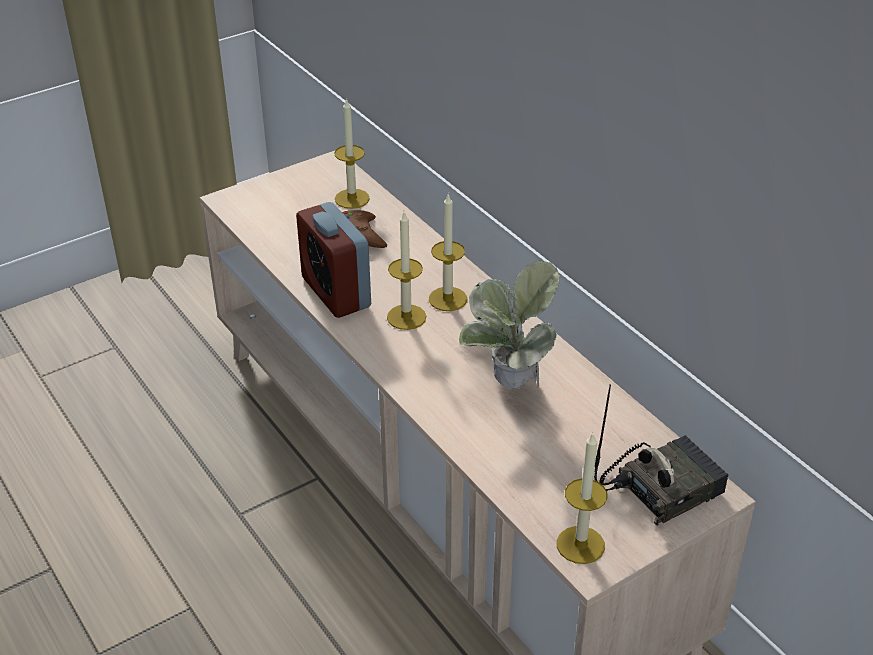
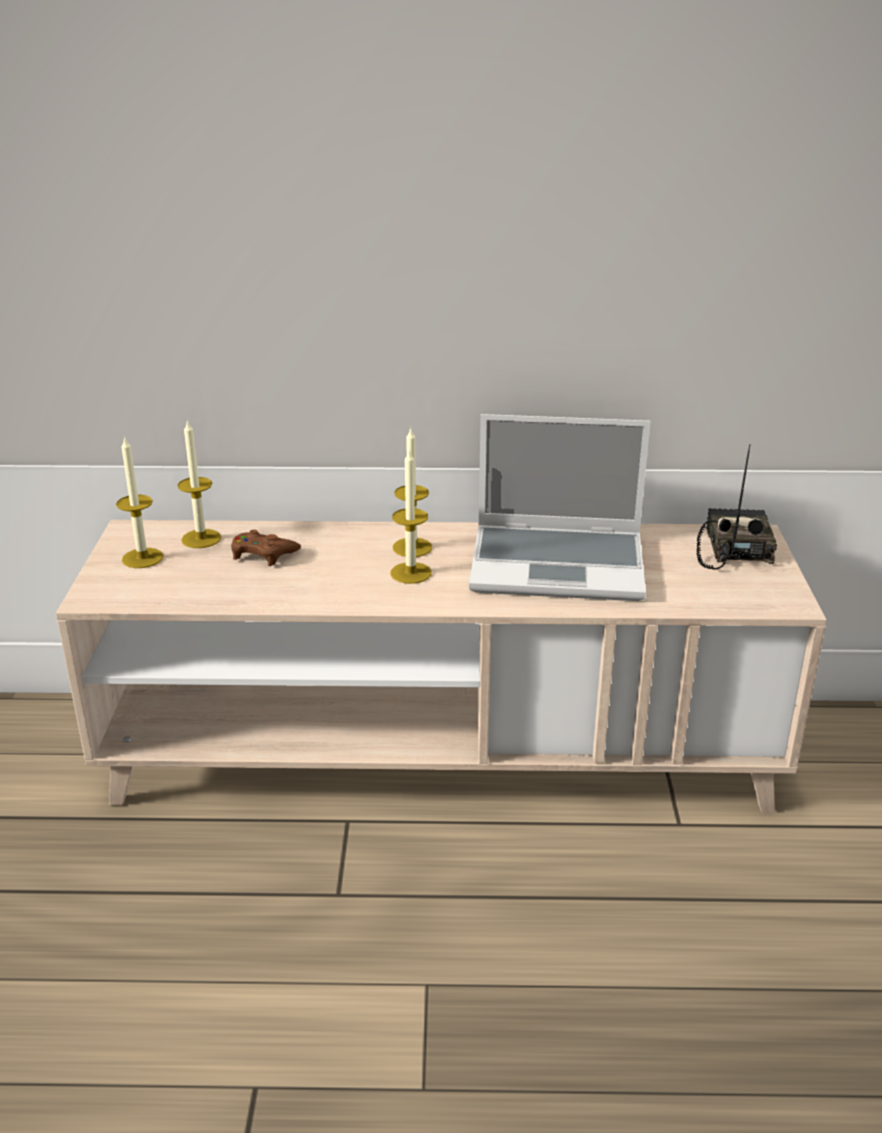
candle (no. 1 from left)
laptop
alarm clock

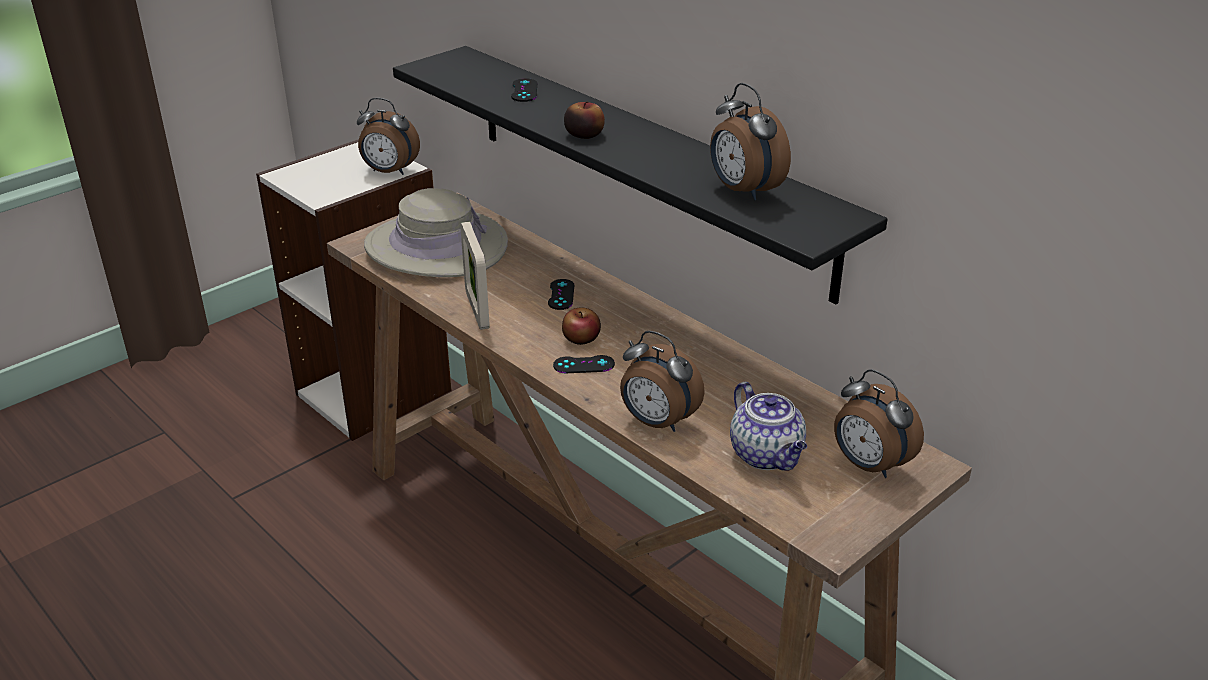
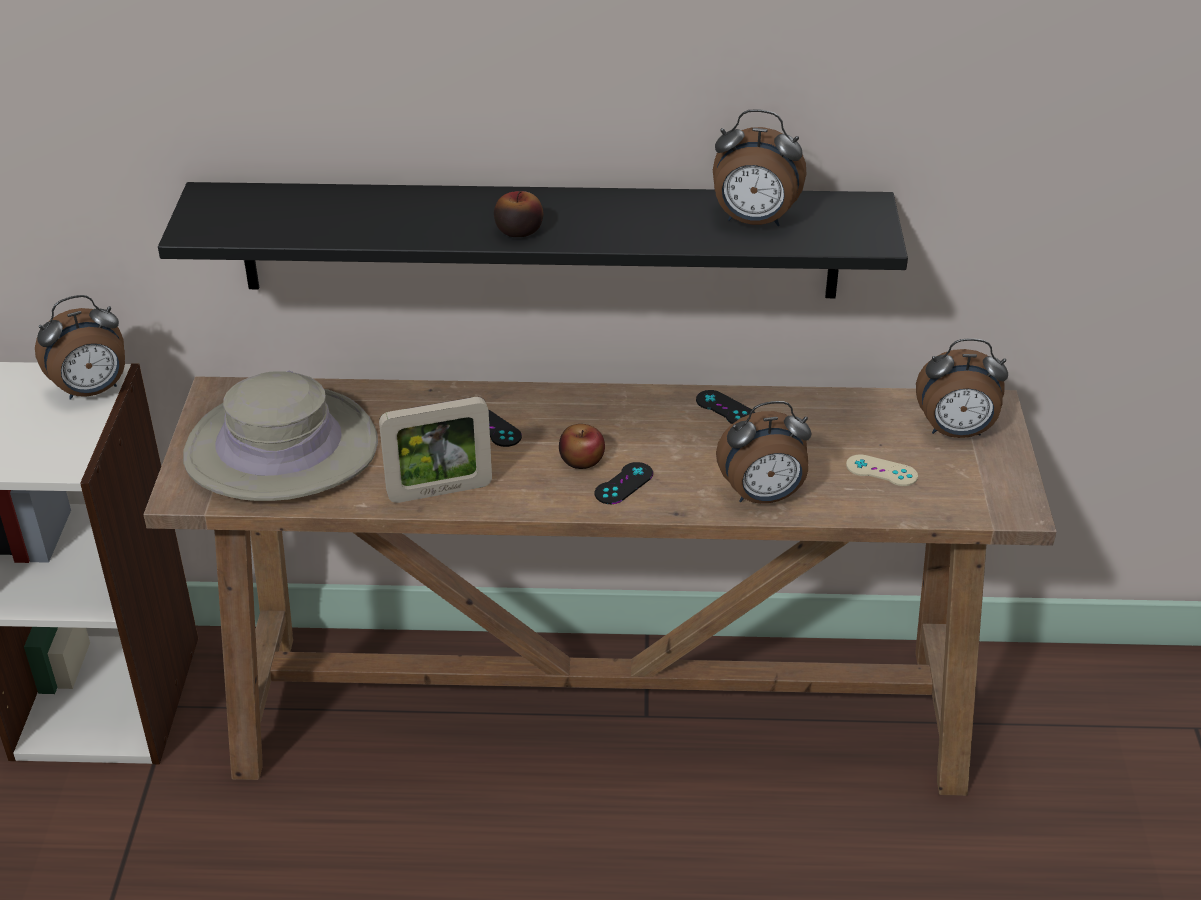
picture frame
black game controller (no. 3 from left)
beige game controller

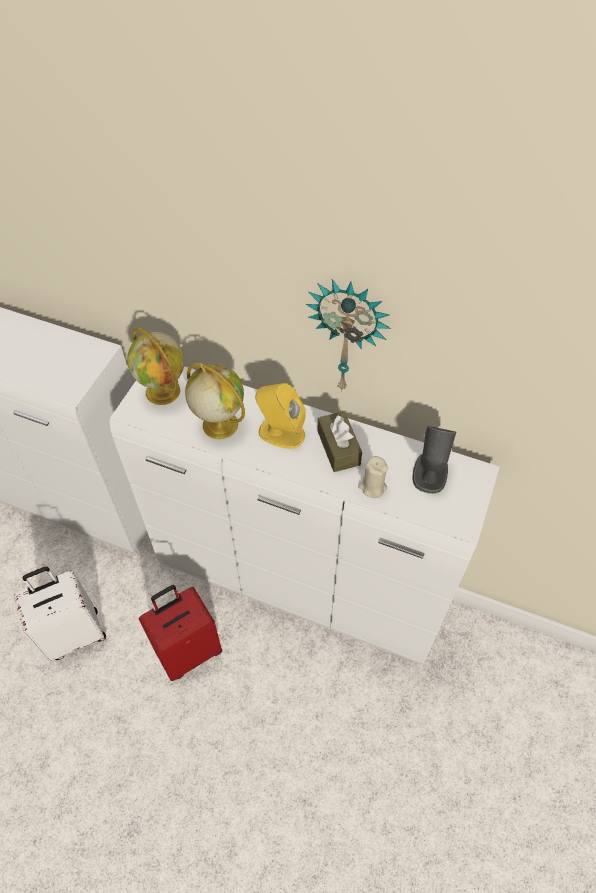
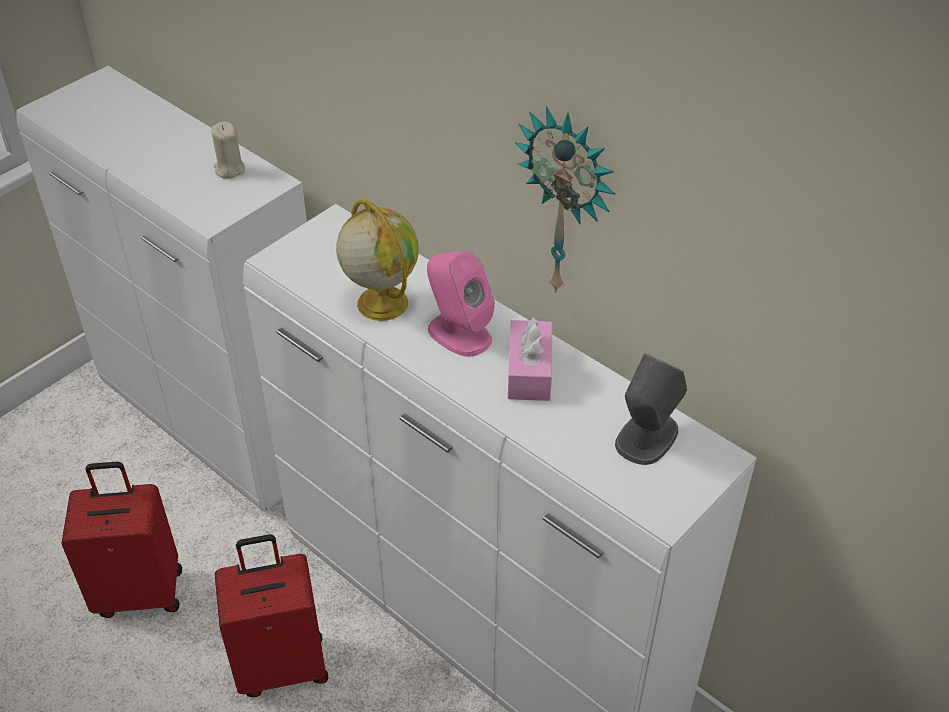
red suitcase (no. 1 from left)
beige candle
pink speaker
pink tissue box
globe (no. 1 from left in the first image)

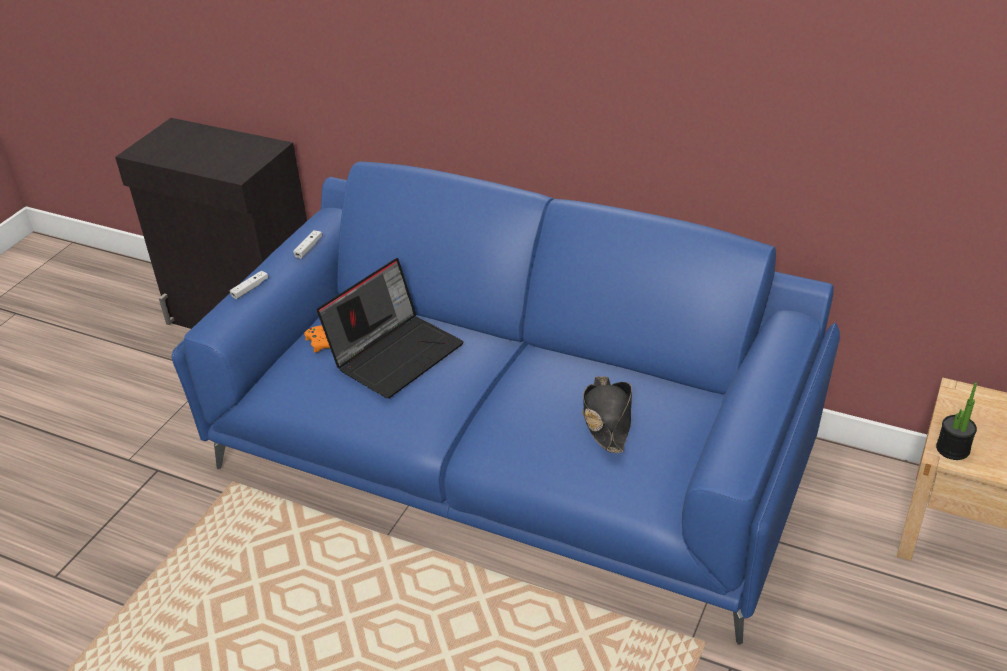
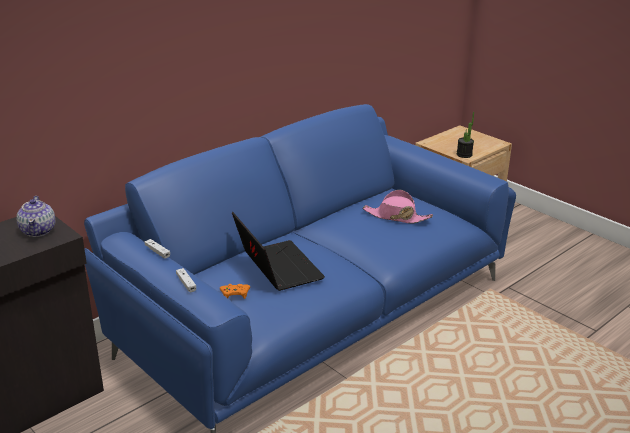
teapot
pink hat

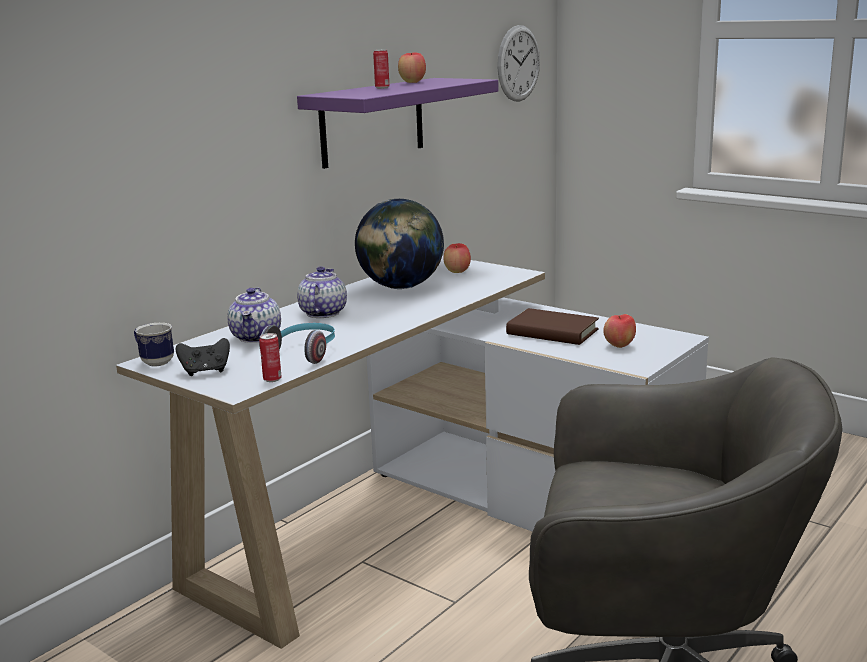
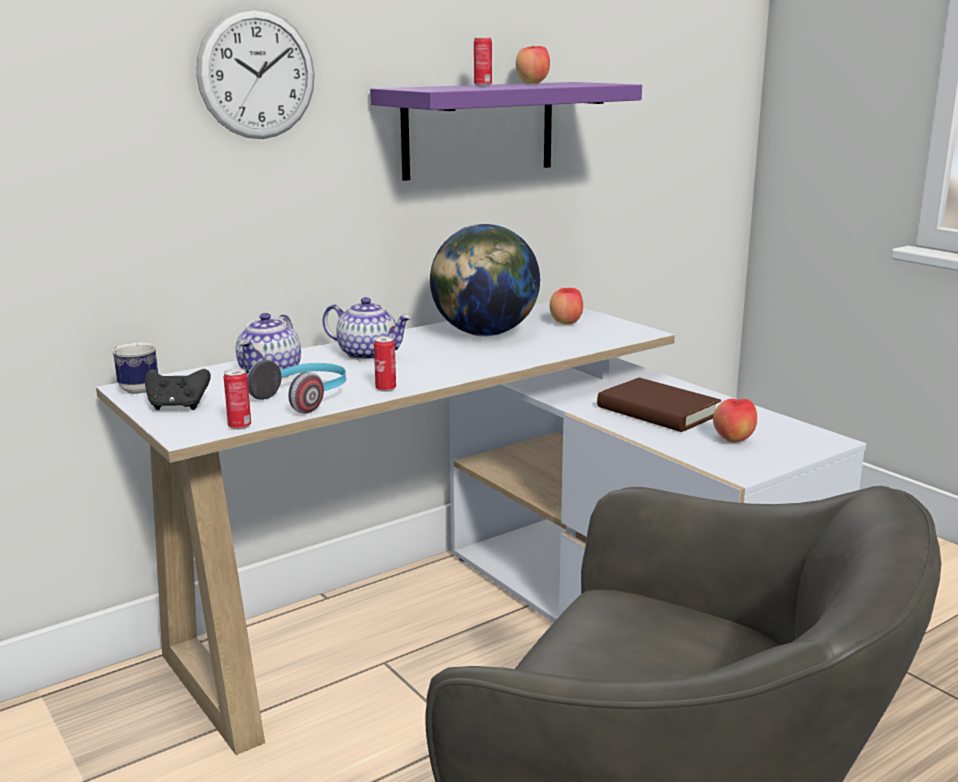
wall clock
teapot (no. 2 from left)
can (no. 2 from left)

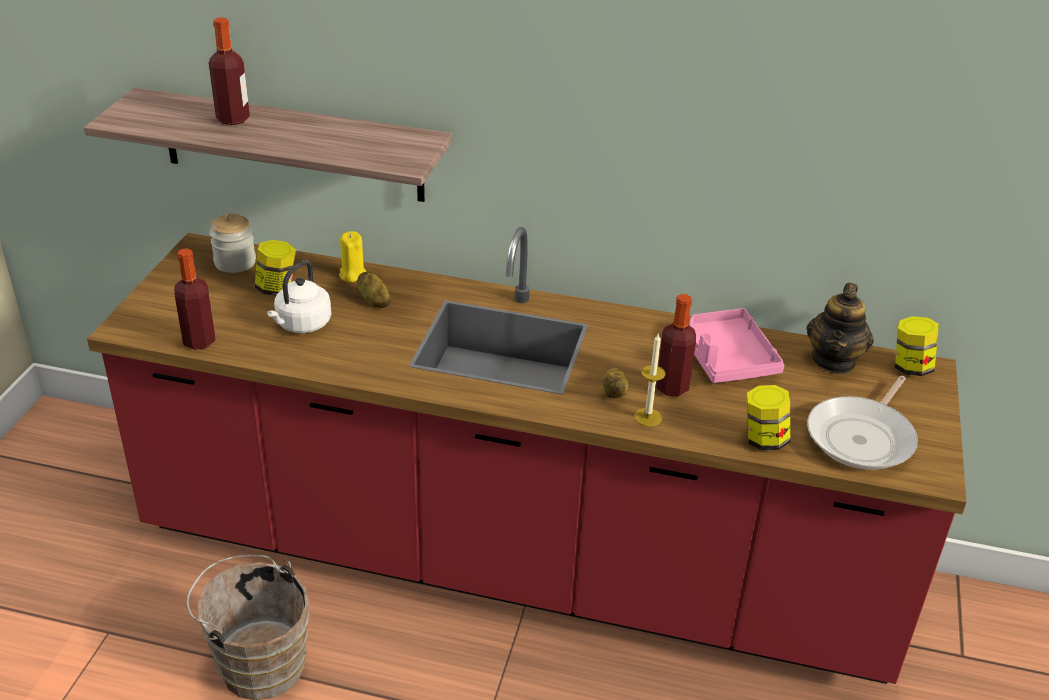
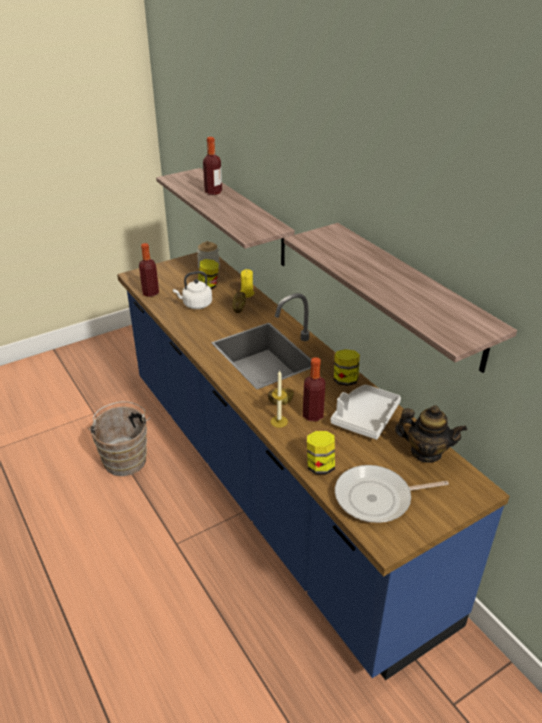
blue counter
shelf (no. 2 from left)
white tray
jar (no. 4 from left)
teapot

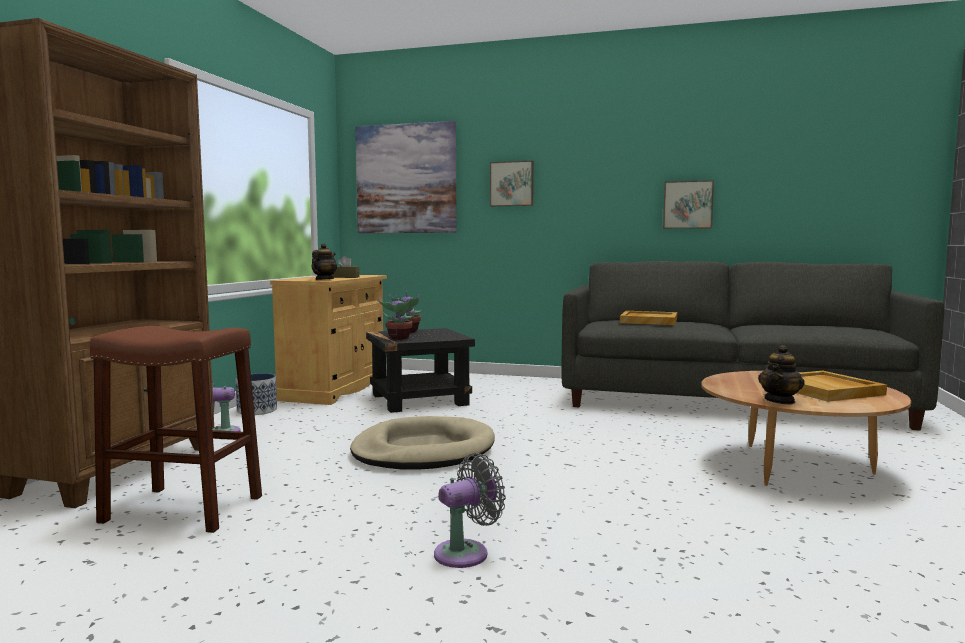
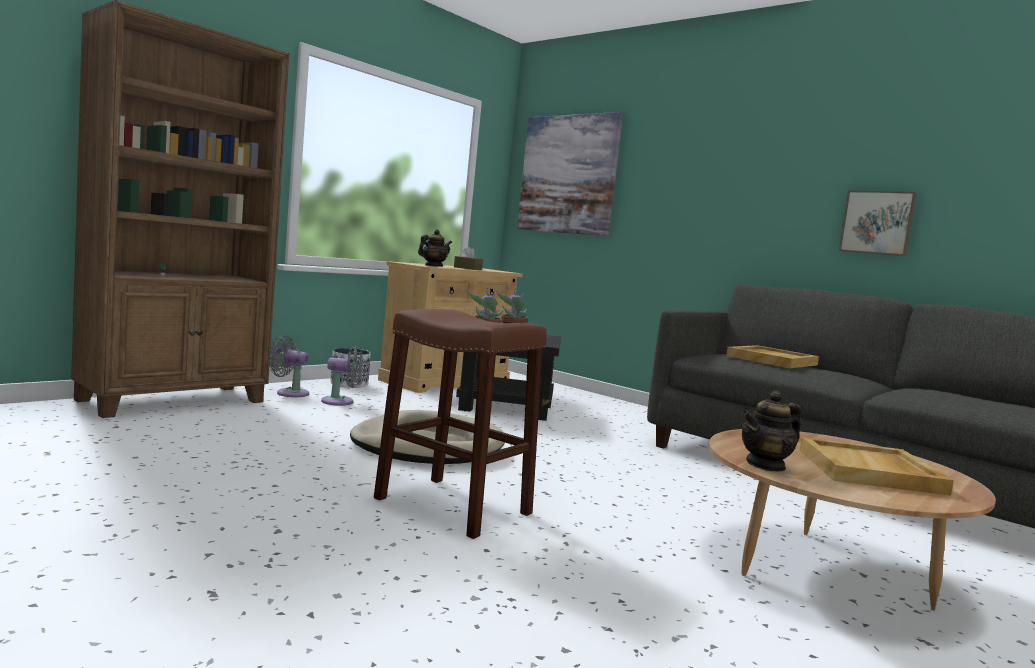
grey fan (no. 2 from left)
brown stool
picture (no. 2 from left in the first image)

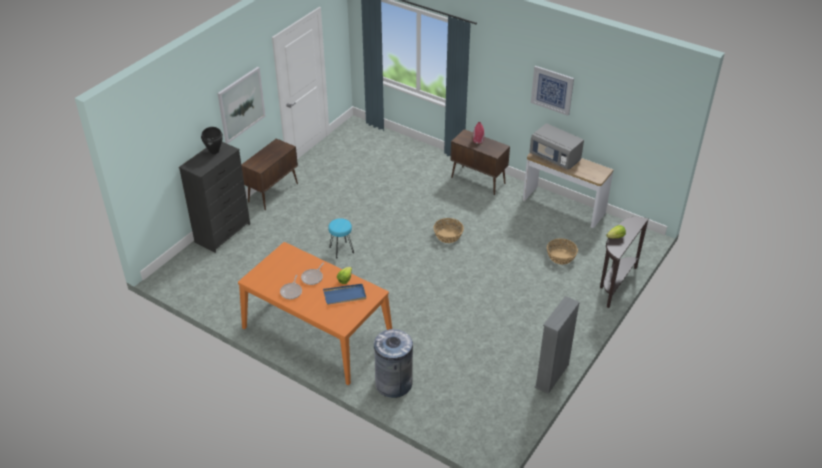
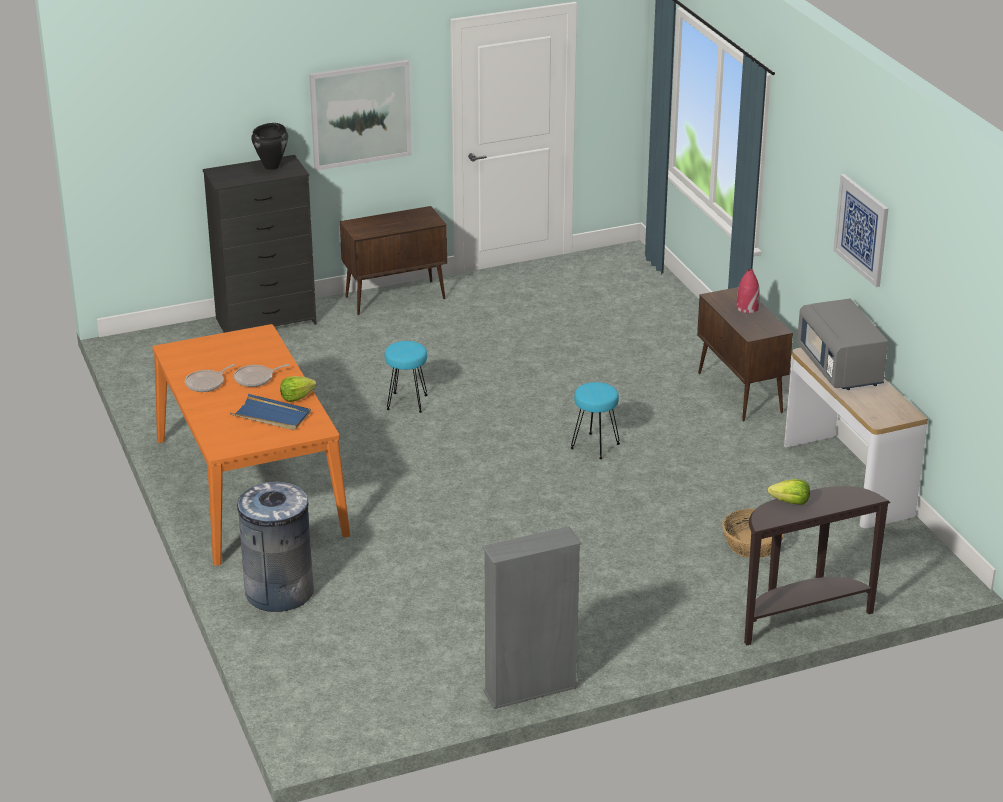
turquoise stool (no. 2 from left)

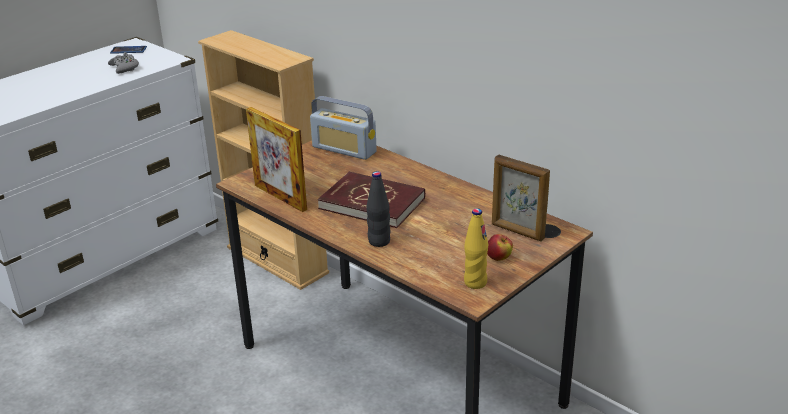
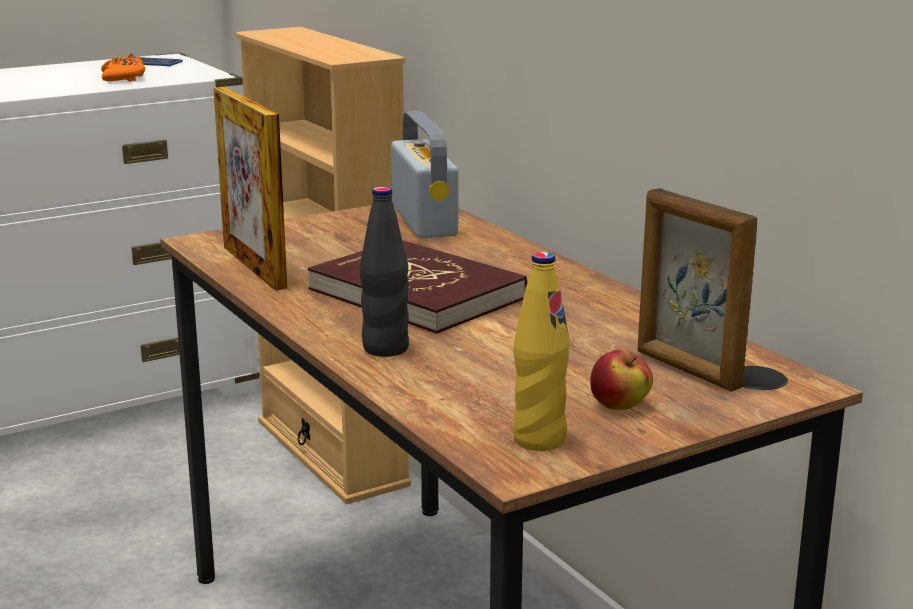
orange game controller
radio

